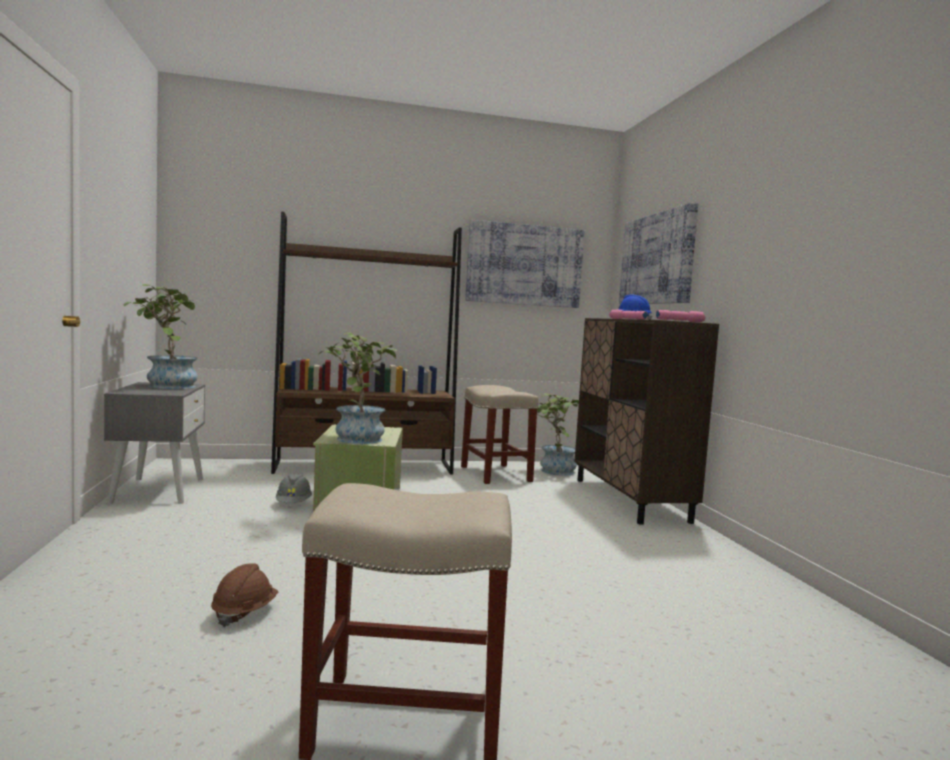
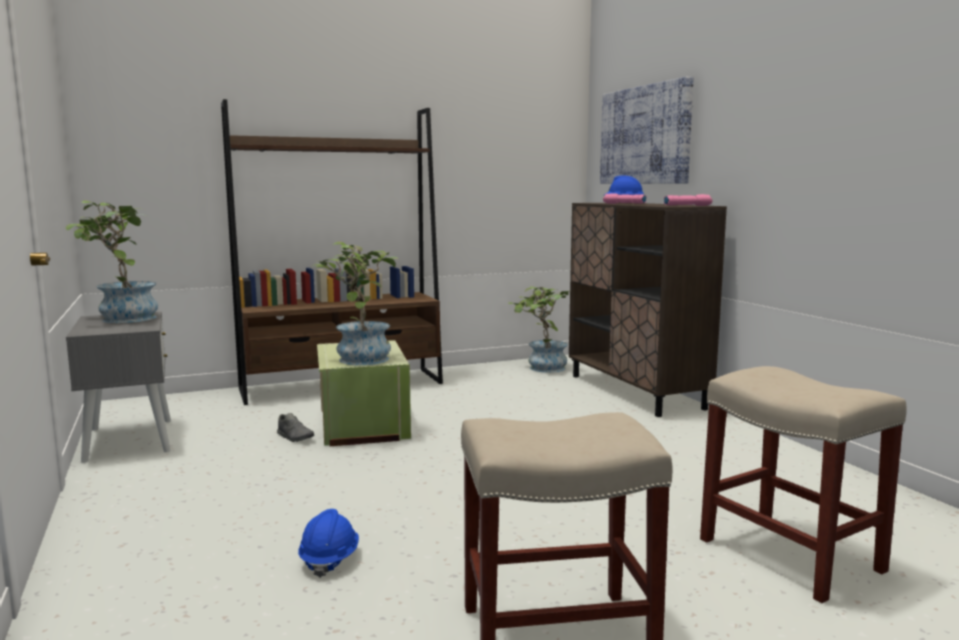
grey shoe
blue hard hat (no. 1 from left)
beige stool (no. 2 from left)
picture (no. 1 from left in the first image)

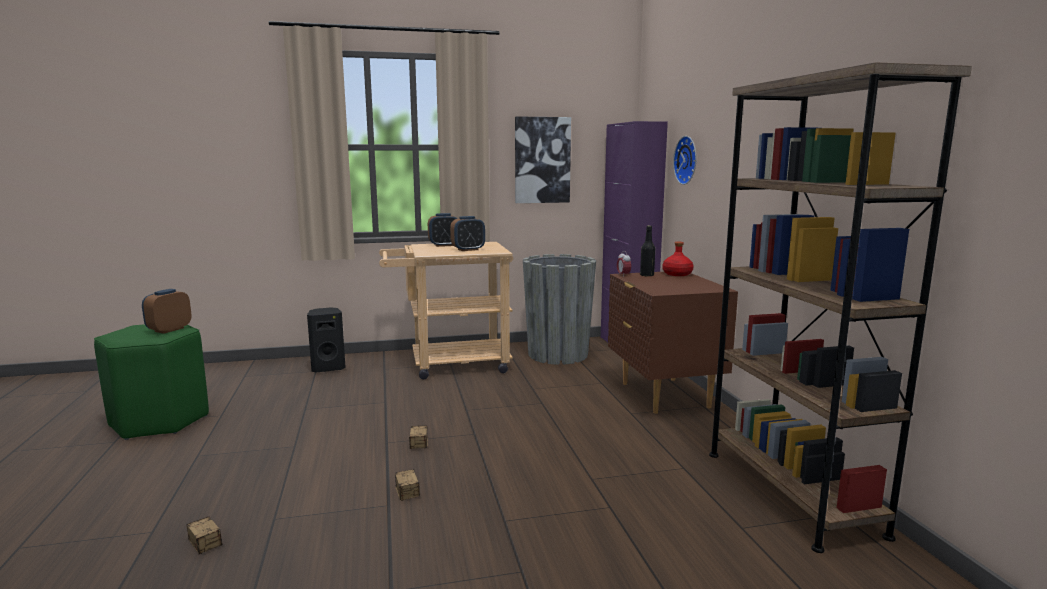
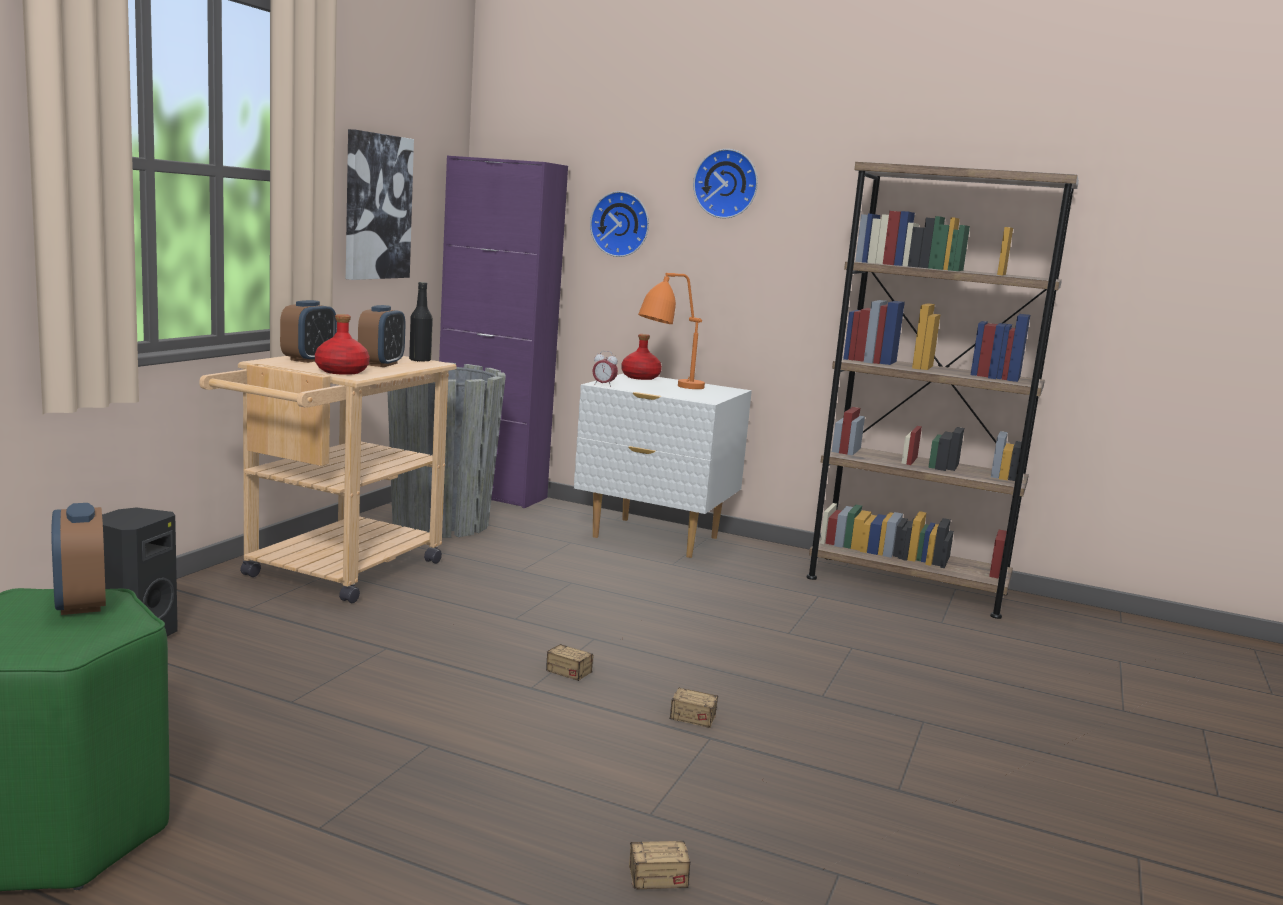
red bottle (no. 1 from left)
black bottle
white nightstand
orange table lamp
wall clock (no. 2 from left)

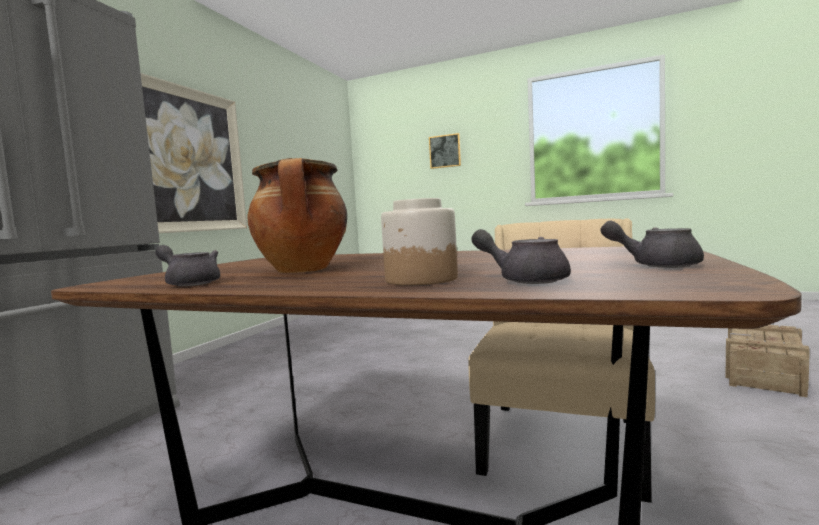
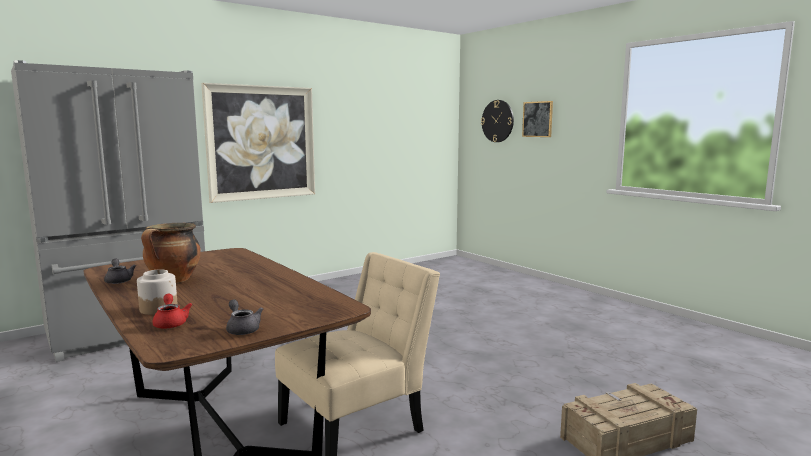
red teapot
wall clock

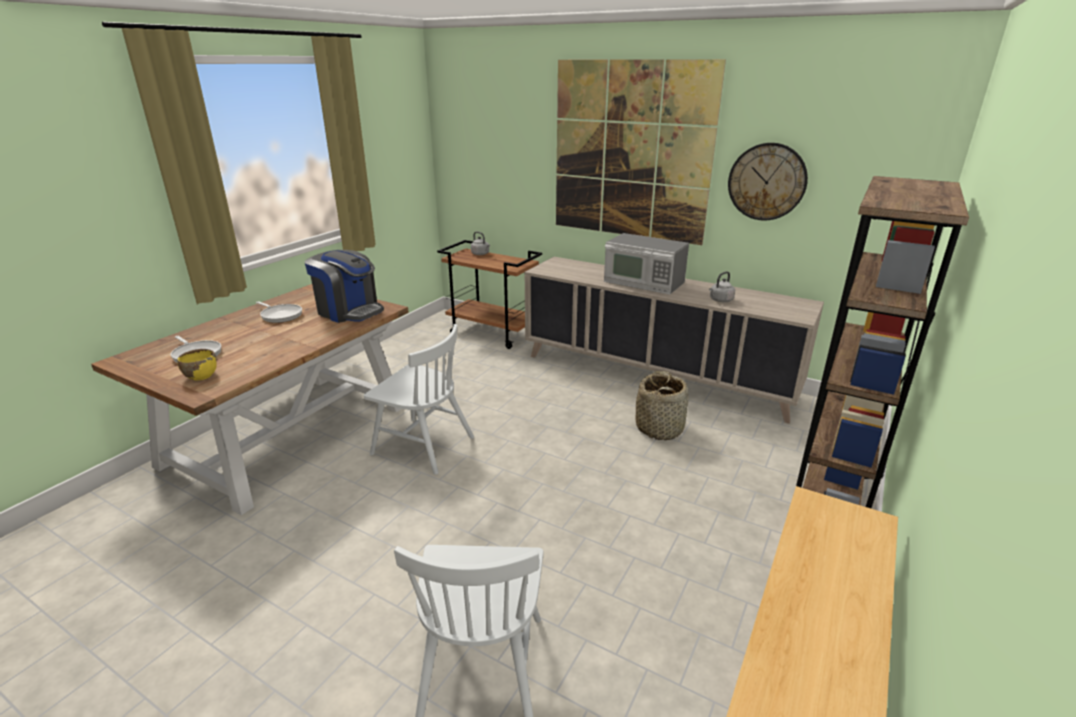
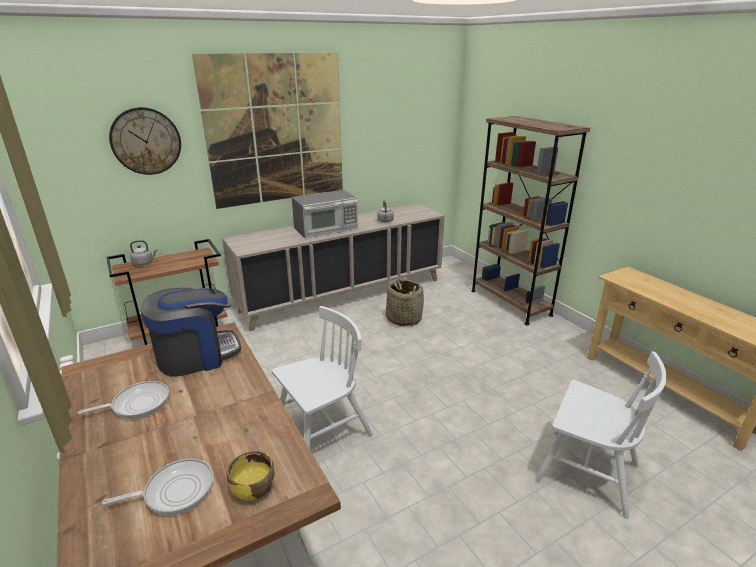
wall clock

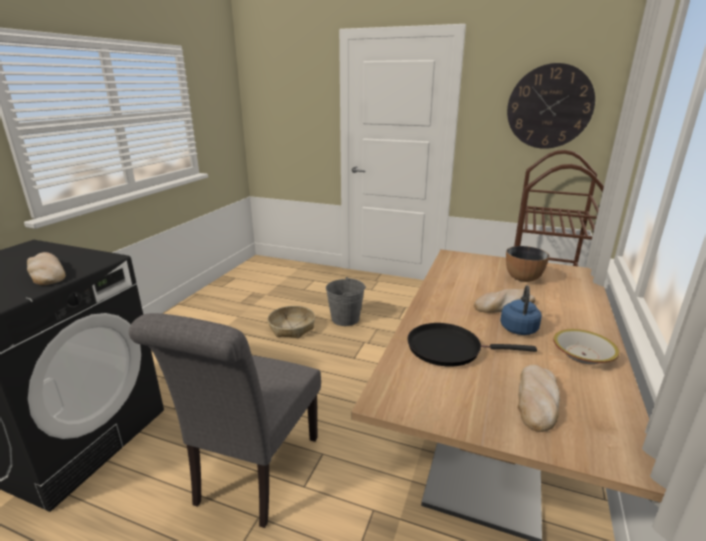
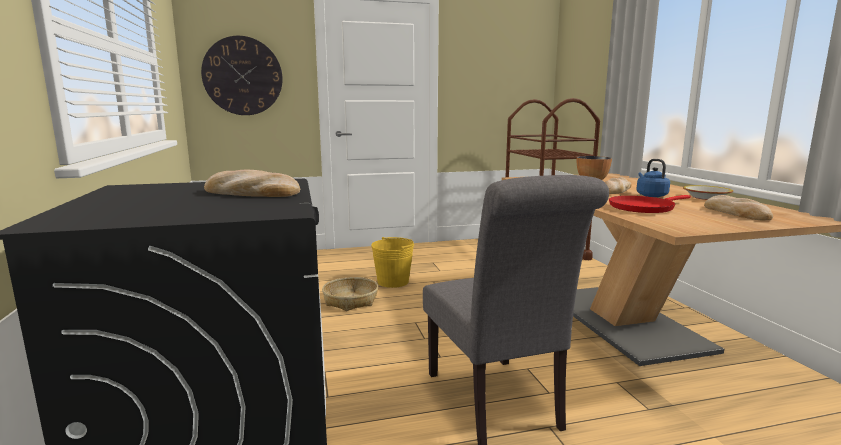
wall clock
yellow bucket
red frying pan

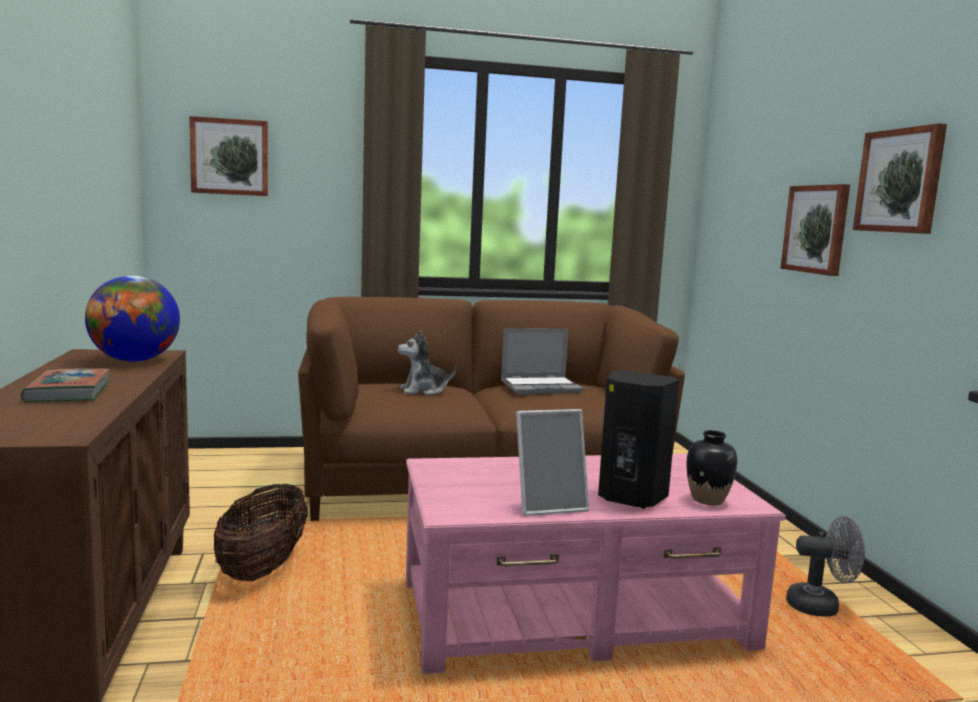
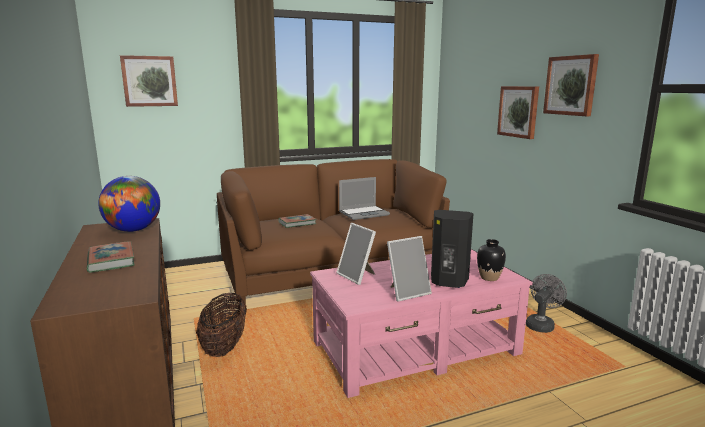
book (no. 2 from left)
picture frame (no. 1 from left)
grey fan

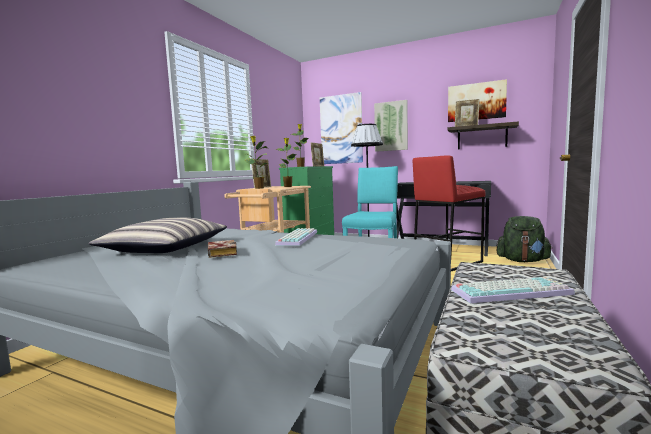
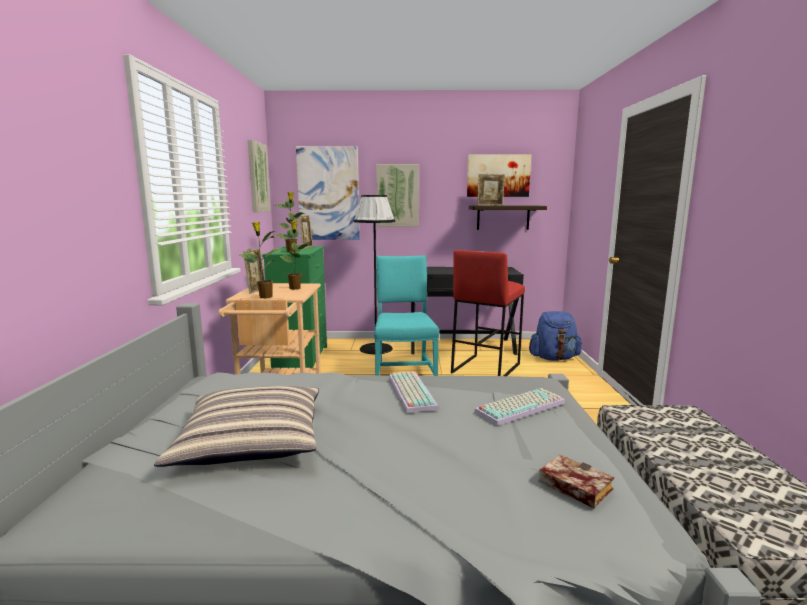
picture (no. 1 from left)
keyboard (no. 2 from left)
blue backpack
book

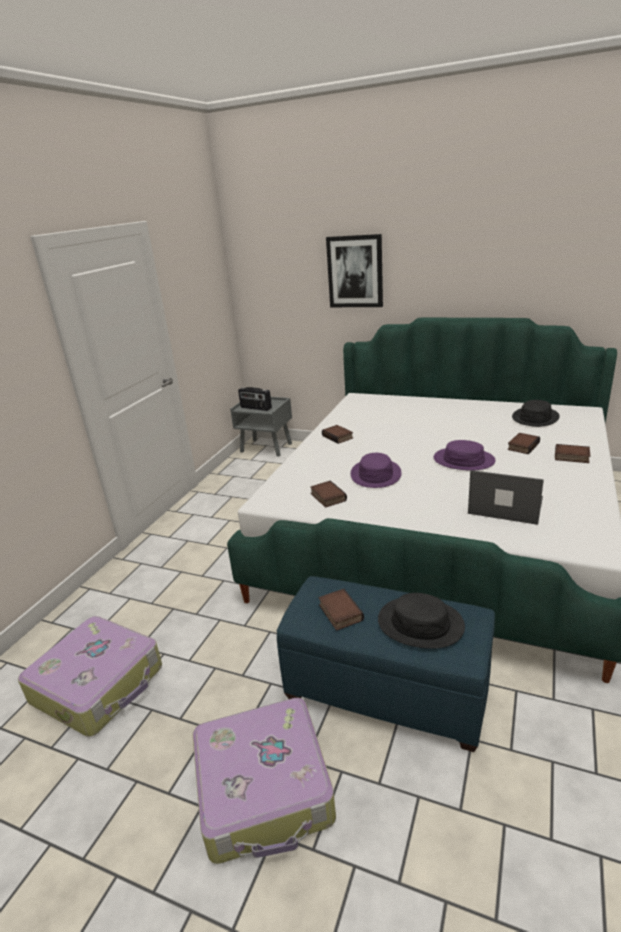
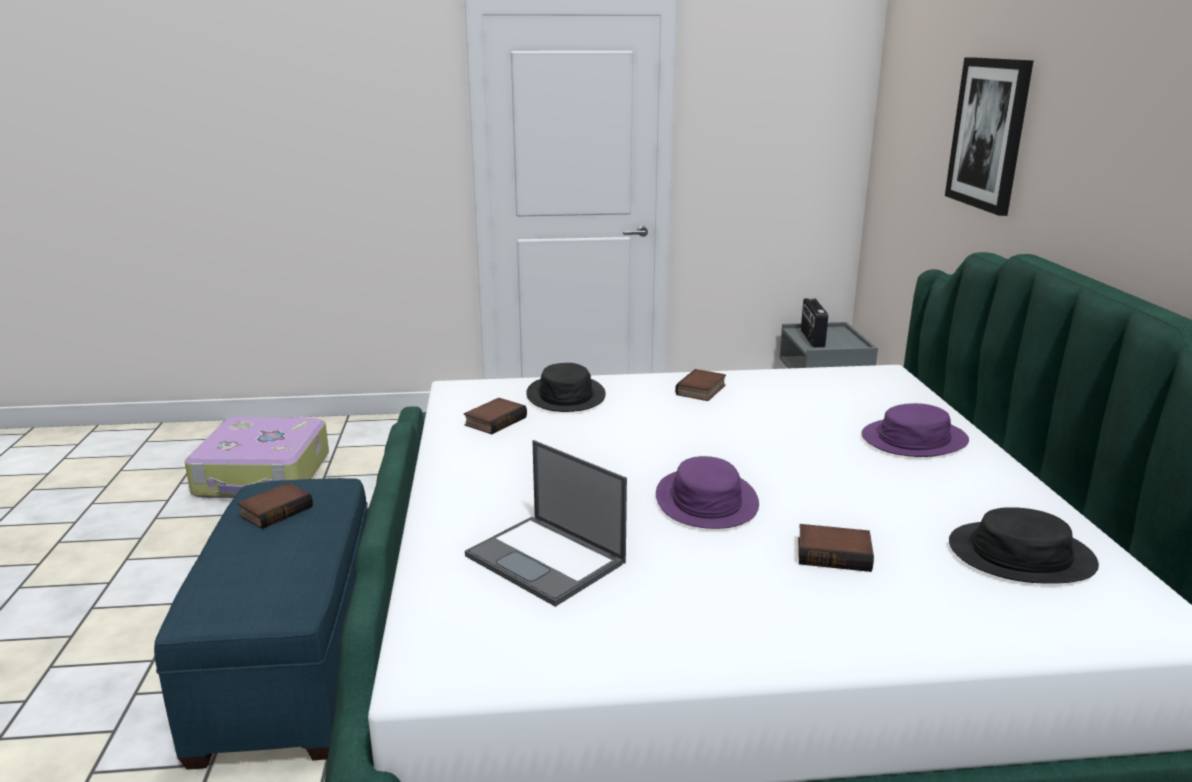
laptop
black hat (no. 1 from left)
purple hat (no. 2 from left)
suitcase (no. 2 from left in the first image)
book (no. 5 from left in the first image)

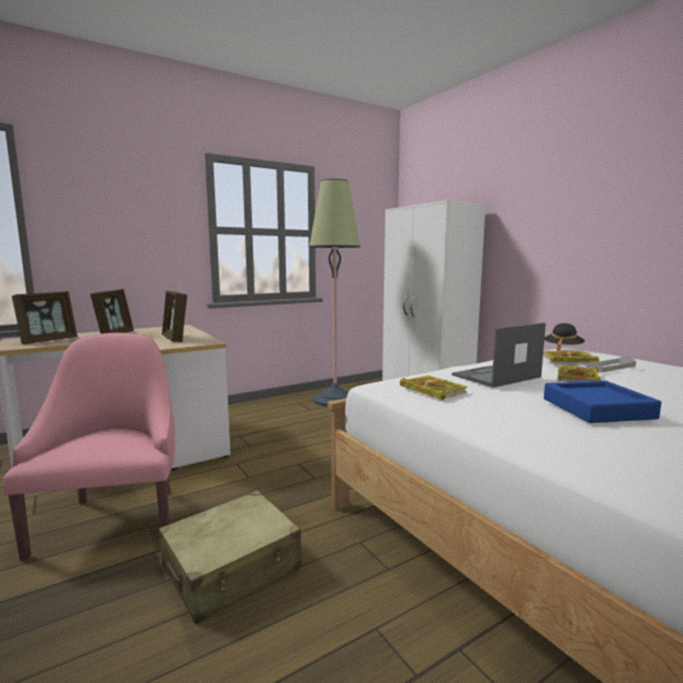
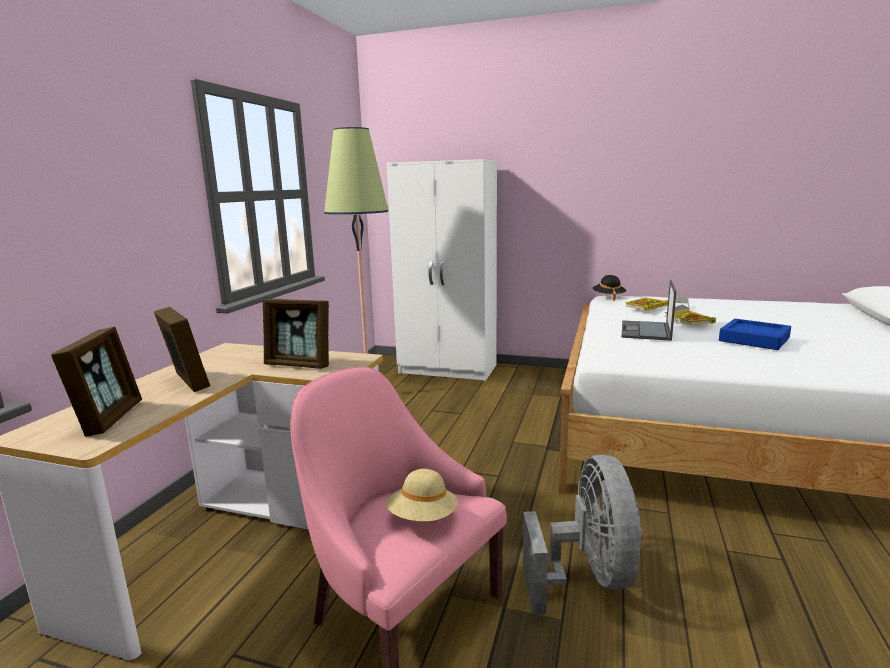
beige hat
grey fan
book (no. 1 from left in the first image)

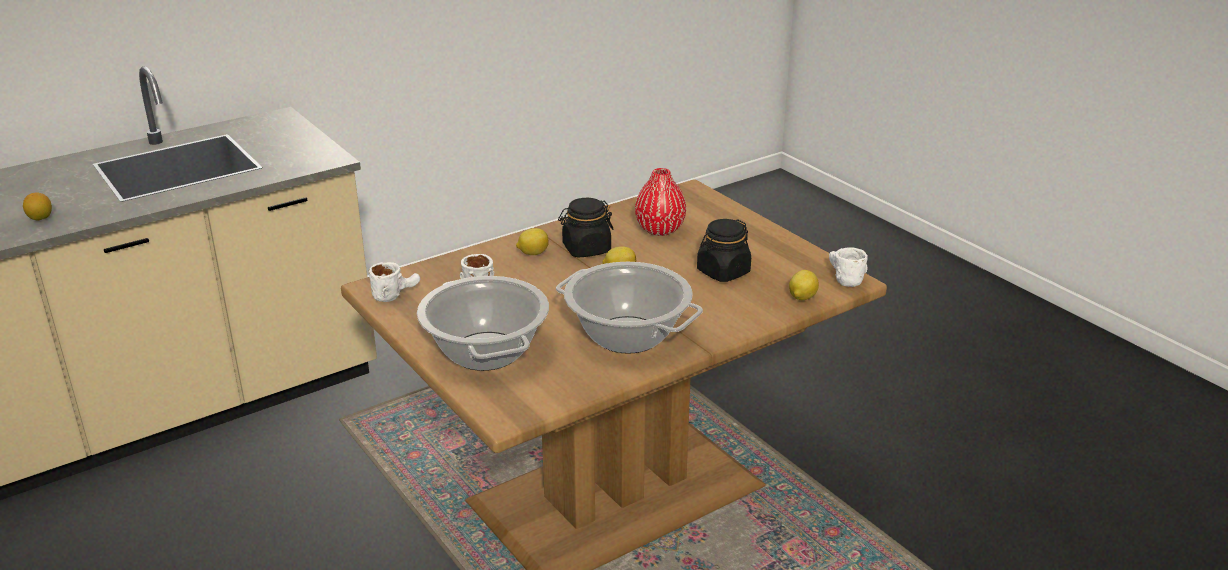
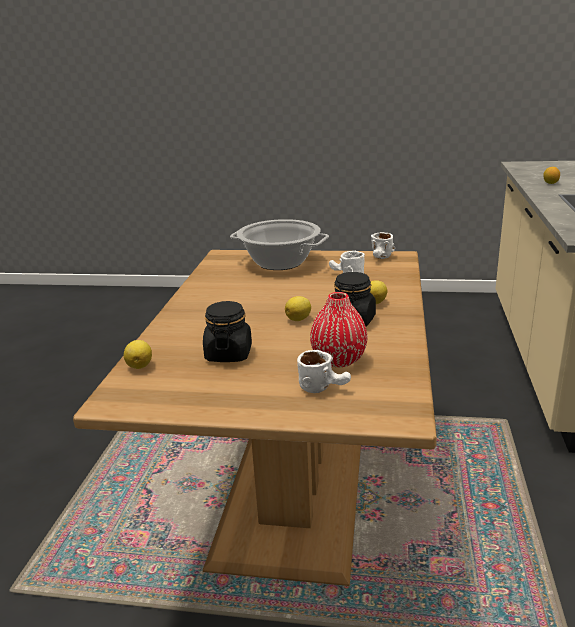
white mug (no. 1 from left)
cooking pot (no. 2 from left in the first image)

